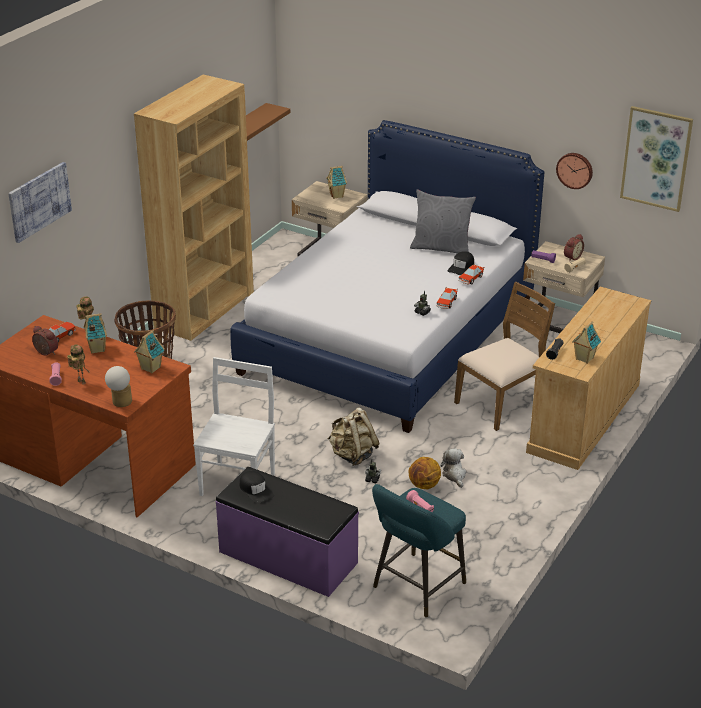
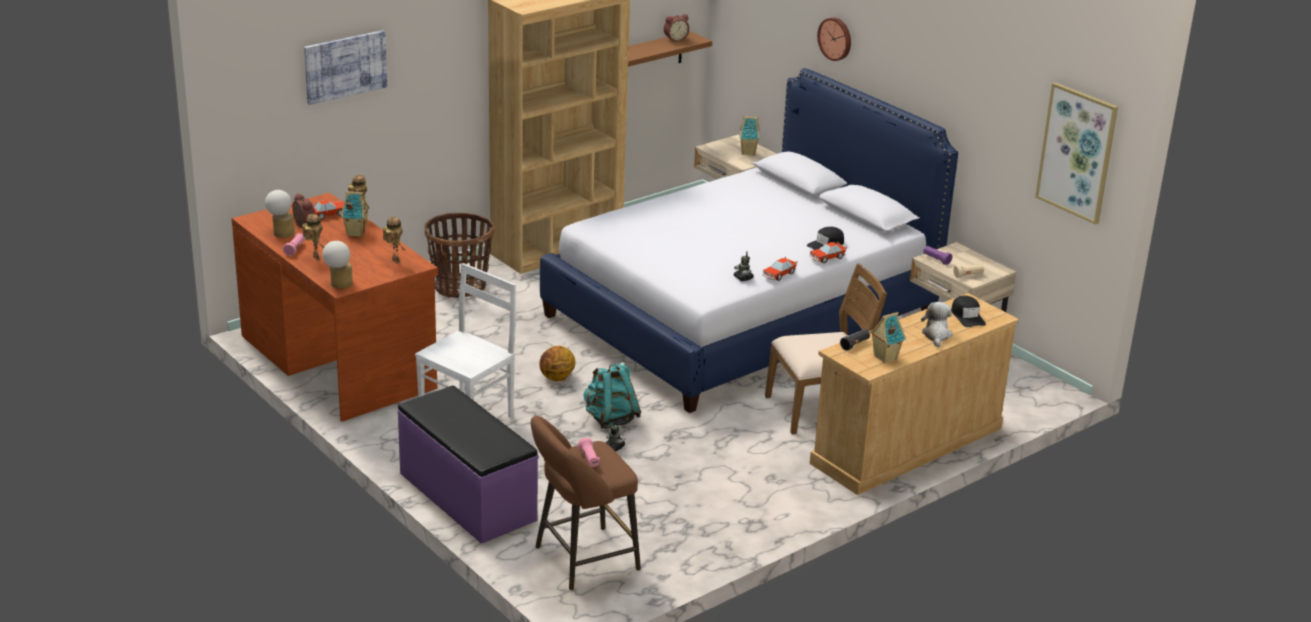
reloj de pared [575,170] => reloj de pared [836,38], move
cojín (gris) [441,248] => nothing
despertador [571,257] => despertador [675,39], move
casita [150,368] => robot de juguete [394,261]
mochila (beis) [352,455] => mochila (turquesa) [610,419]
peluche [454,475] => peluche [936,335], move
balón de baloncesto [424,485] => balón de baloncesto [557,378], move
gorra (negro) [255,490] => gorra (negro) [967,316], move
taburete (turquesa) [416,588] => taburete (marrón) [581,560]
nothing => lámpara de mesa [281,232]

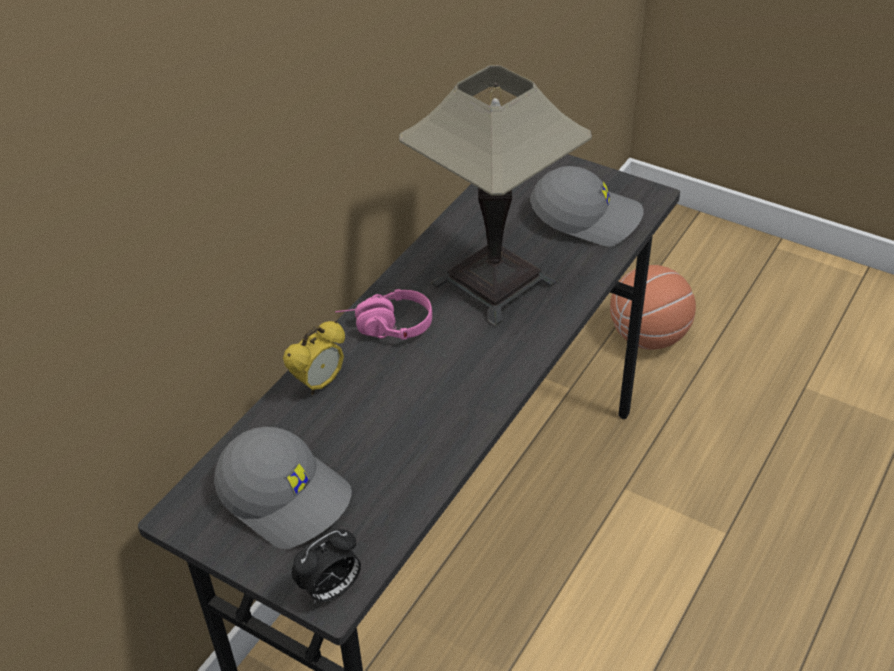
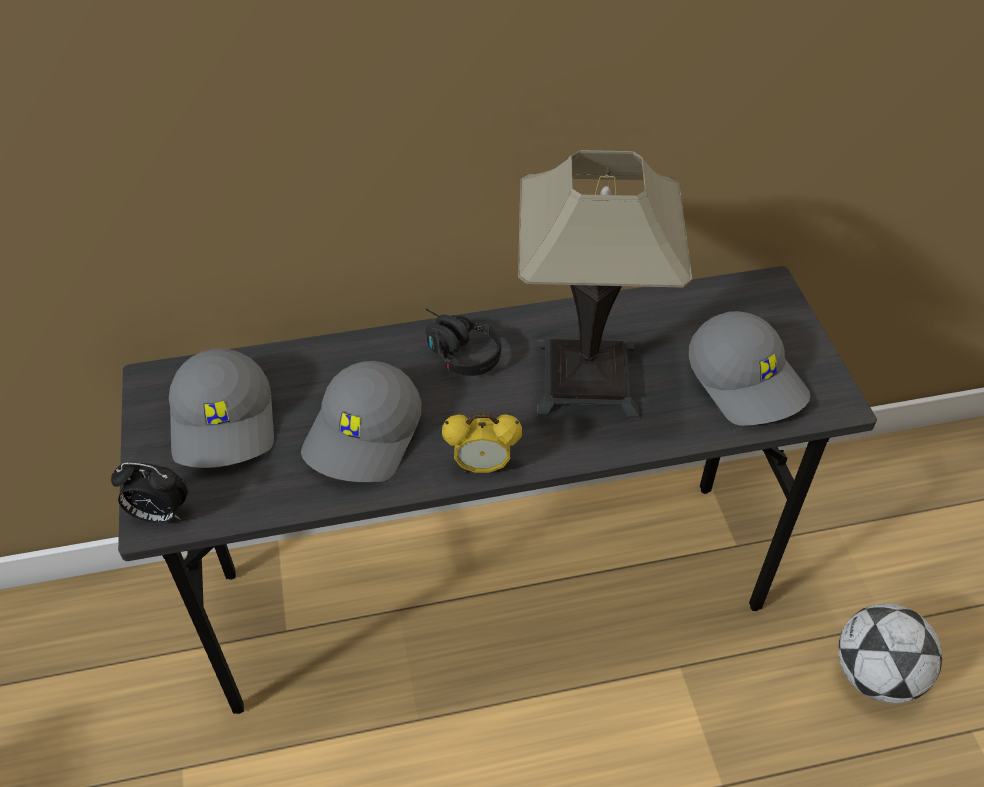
balón de baloncesto [649,336] => nothing
auriculares (rosa) [385,327] => auriculares (negro) [455,351]
despertador [319,384] => despertador [482,466], move
nothing => gorra (gris) [365,435]
nothing => balón de fútbol [876,674]

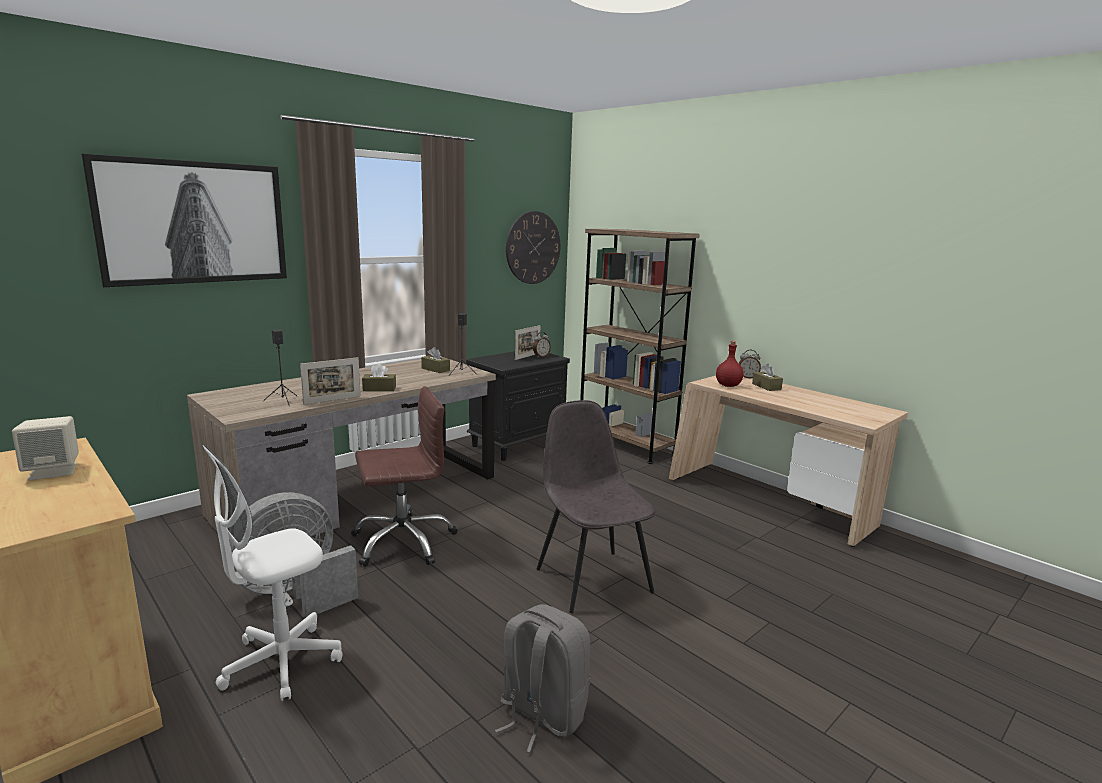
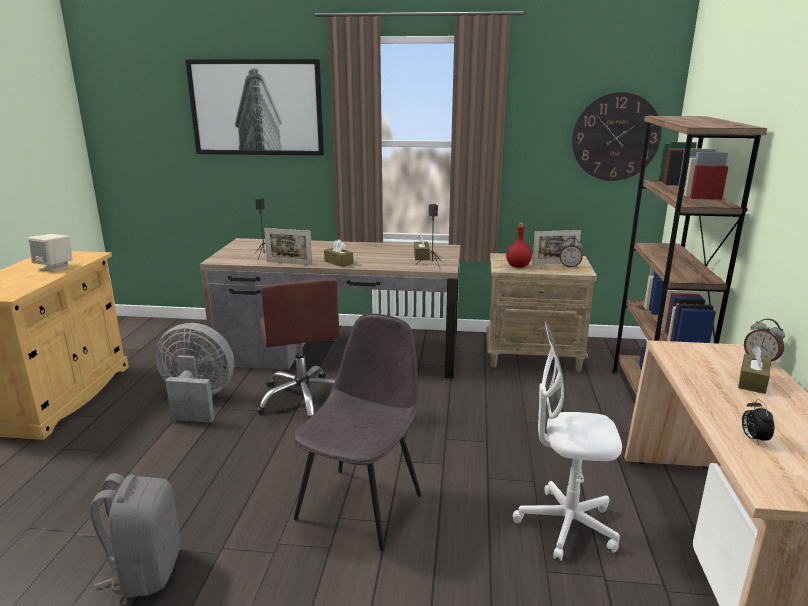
botella (rojo) [727,385] => botella (rojo) [517,266], move
mesita de noche (negro) [518,444] => mesita de noche (beis) [534,356]
silla de oficina (marrón) [403,541] => silla de oficina (marrón) [303,399], 45 degrees clockwise
silla de oficina (blanco) [281,662] => silla de oficina (blanco) [566,525], move
nothing => despertador [753,438]

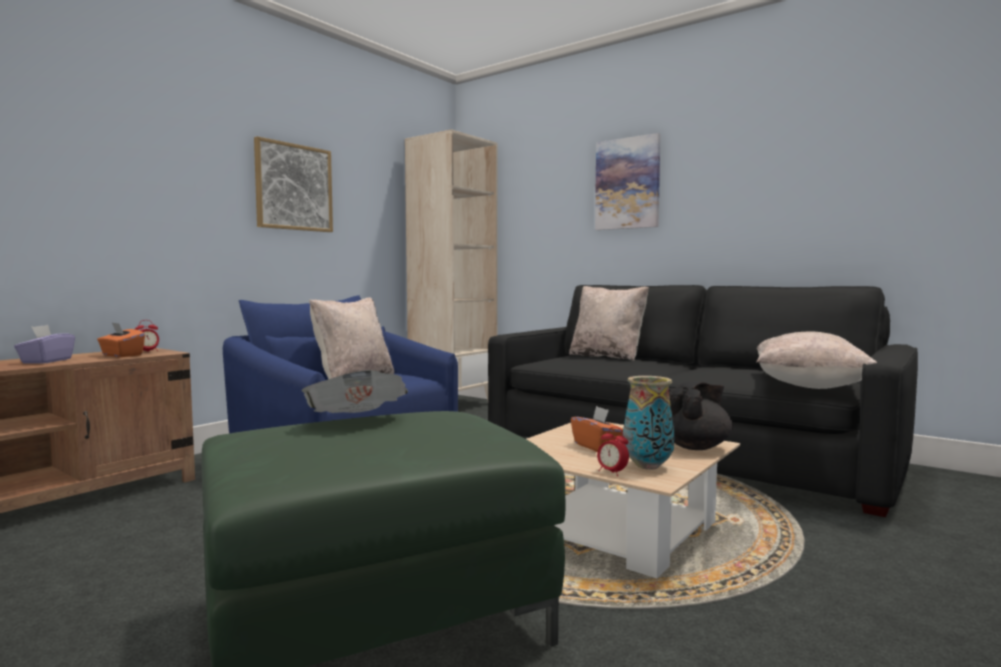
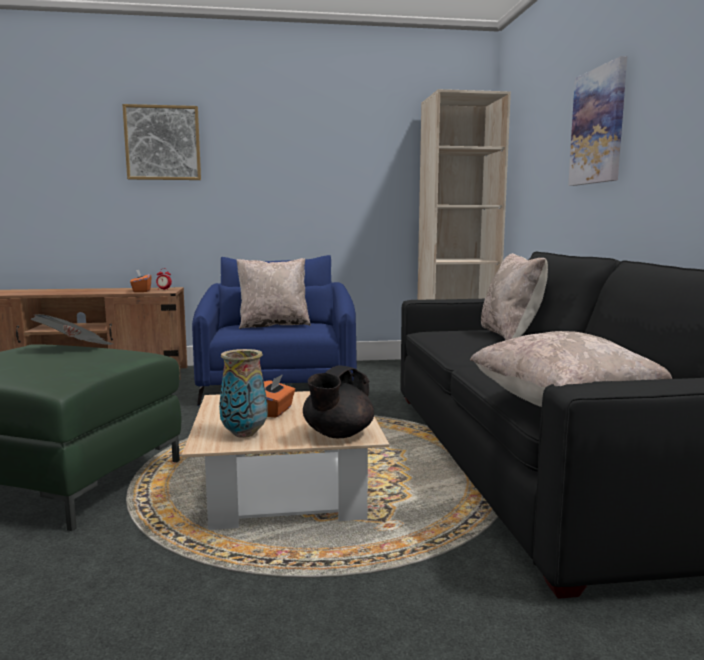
cuadro [293,187] => cuadro [163,143], move
caja de pañuelos (morado) [46,361] => nothing
tetera (negro) [696,447] => tetera (negro) [337,434], 120 degrees clockwise
despertador [612,472] => nothing

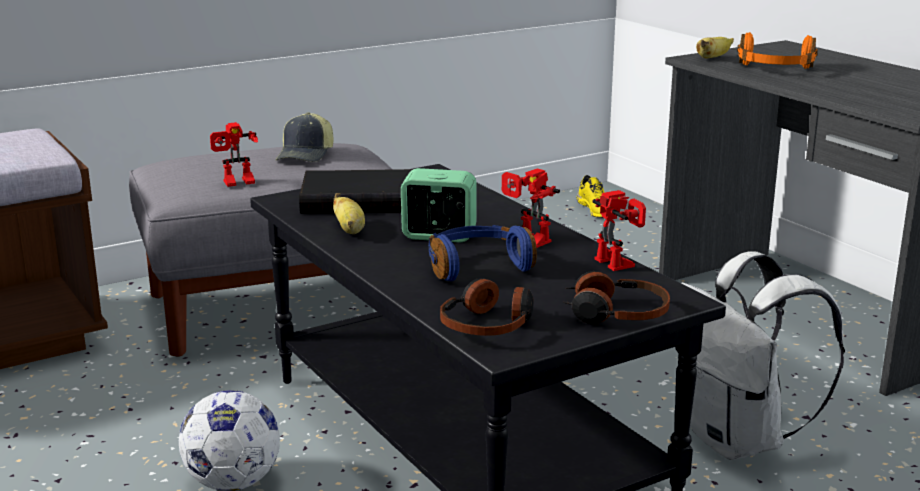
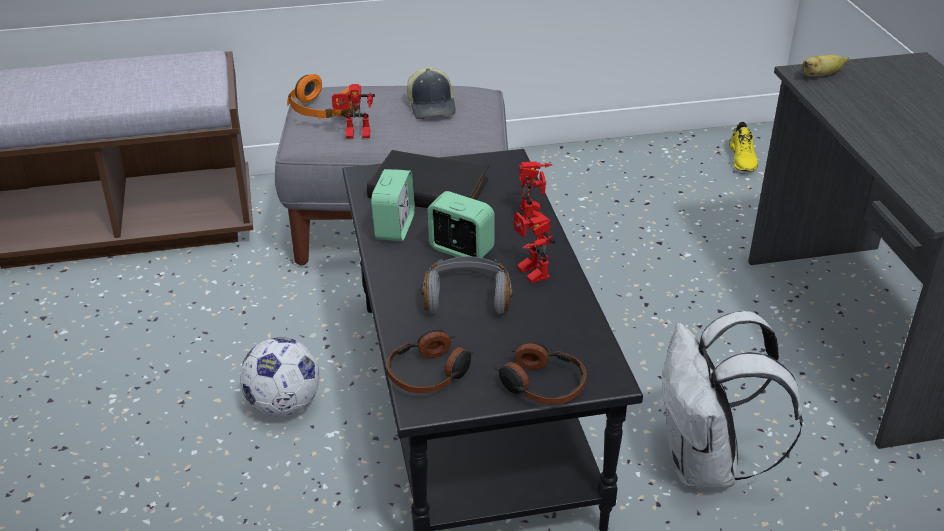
auriculares (naranja) [775,69] => auriculares (naranja) [321,112], move
gorra [307,155] => gorra [432,106], 45 degrees counterclockwise
robot de juguete [620,263] => robot de juguete [536,214], move
plátano [350,230] => despertador [394,227]
auriculares (azul) [477,266] => auriculares (gris) [467,297]

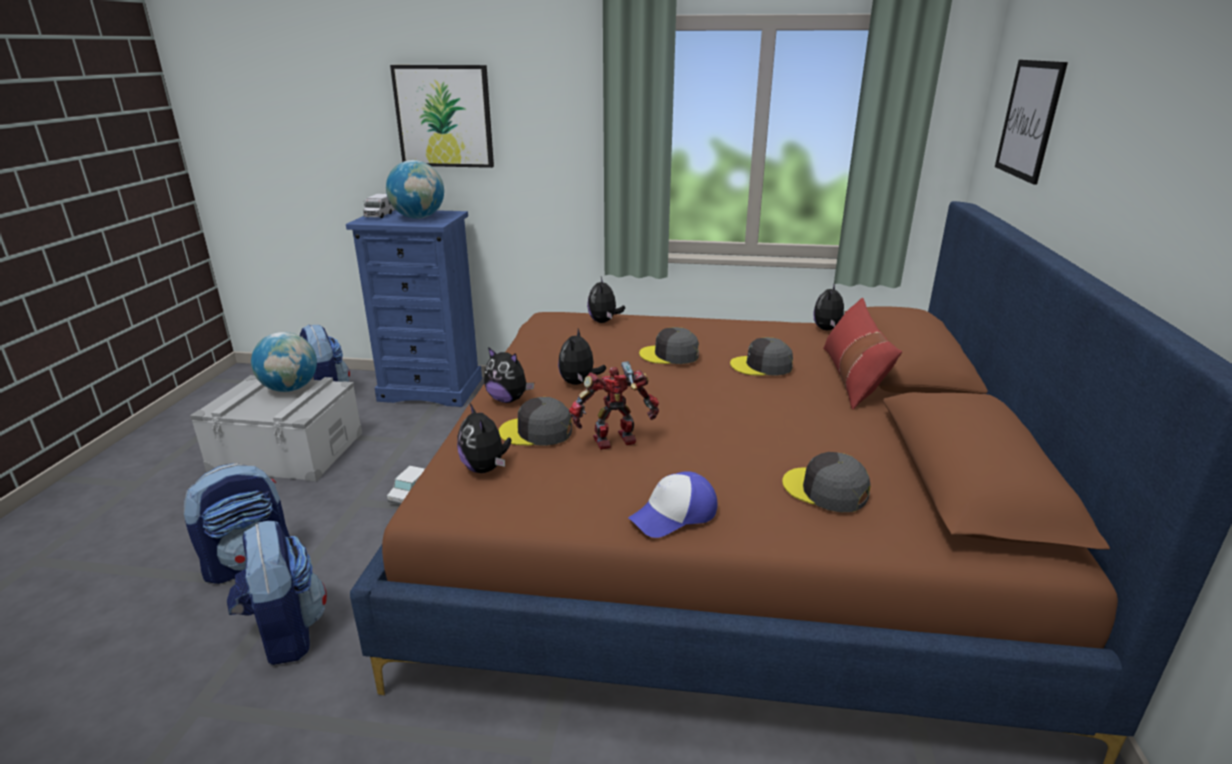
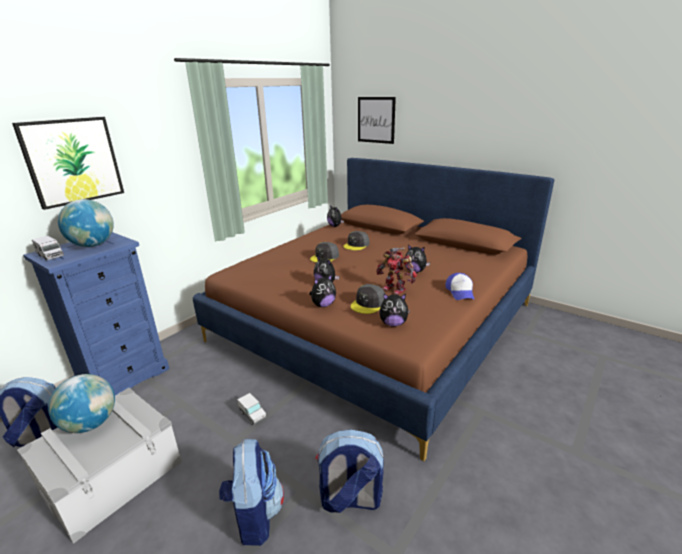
peluche [604,321] => peluche [415,271], move
cojín (rojo) [853,377] => nothing
robot de juguete [615,442] => robot de juguete [395,288], 60 degrees counterclockwise
gorra (gris) [825,490] => nothing

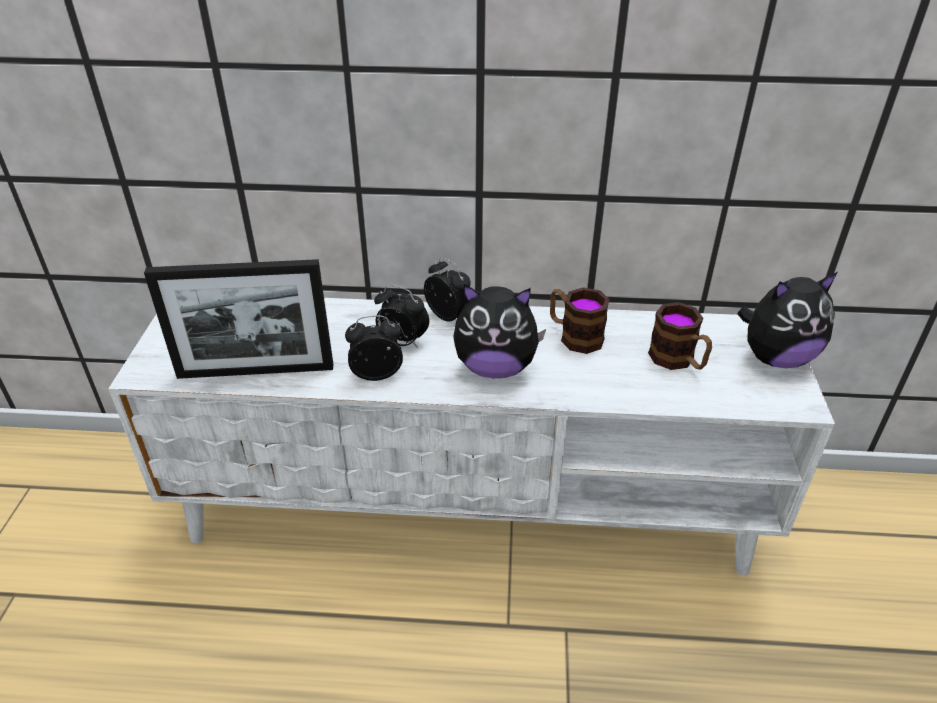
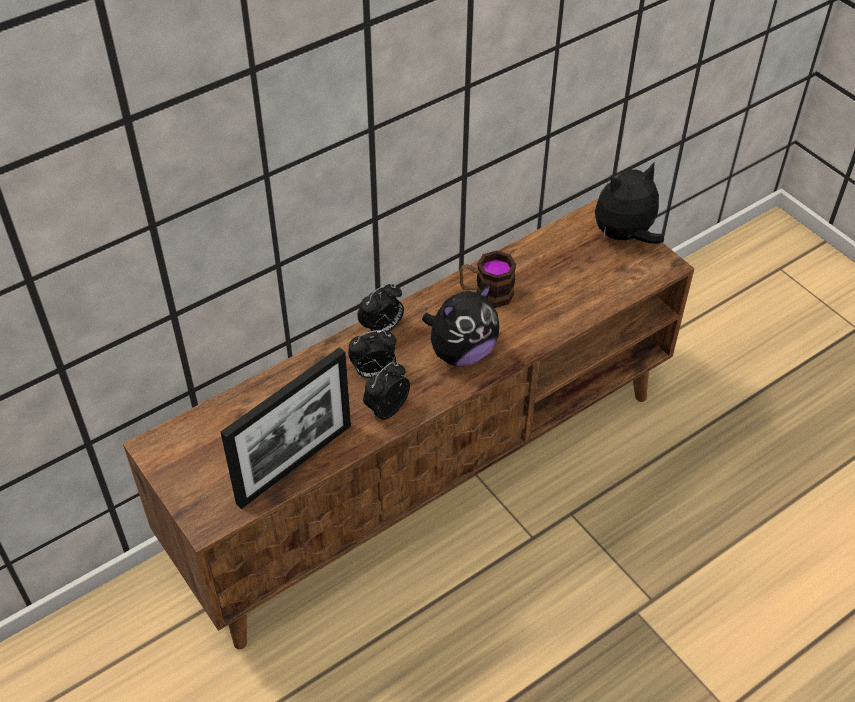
despertador [449,316] => despertador [382,329], 135 degrees clockwise
peluche [776,358] => peluche [624,236], 150 degrees counterclockwise
mueble de televisión (blanco) [470,507] => mueble de televisión (marrón) [427,473]
taza grande [678,361] => nothing

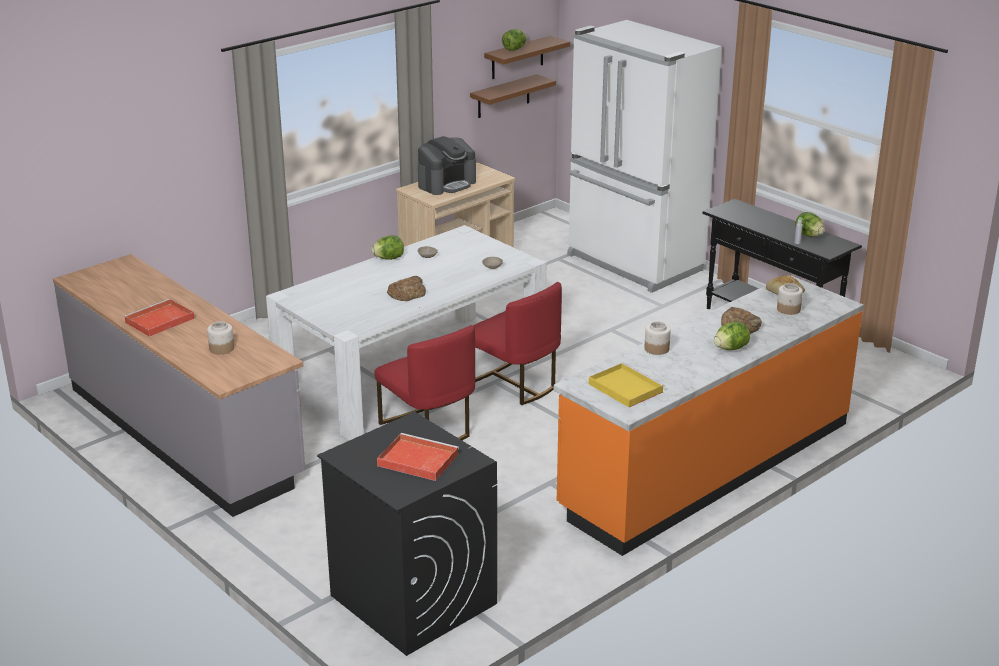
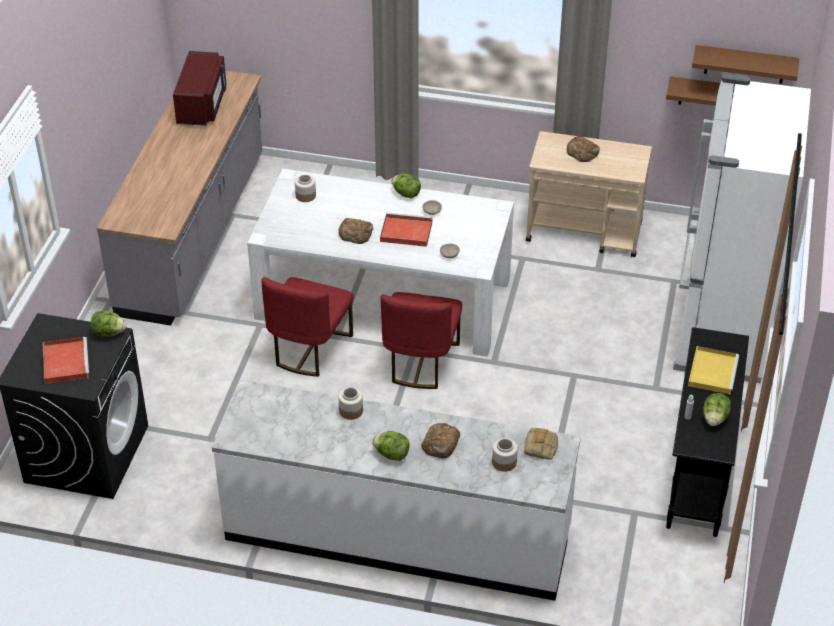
lechuga [514,49] => lechuga [108,333], move
cafetera [446,184] => pan [582,152]
mueble bajo de cocina (naranja) [706,466] => mueble bajo de cocina (blanco) [398,535]
bandeja (rojo) [159,321] => bandeja (rojo) [405,232], move
tarro [221,348] => tarro [305,196], move
bandeja (amarillo) [624,387] => bandeja (amarillo) [712,371], move
nothing => microondas (rojo) [202,105]

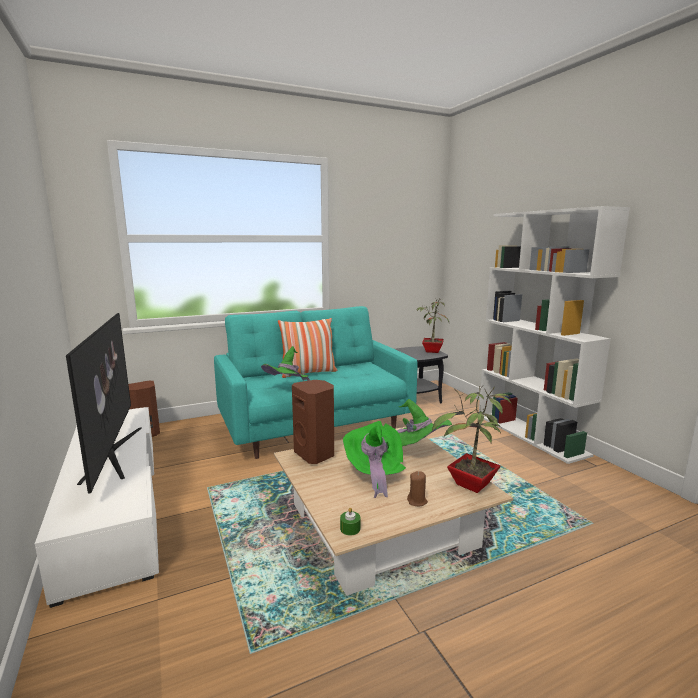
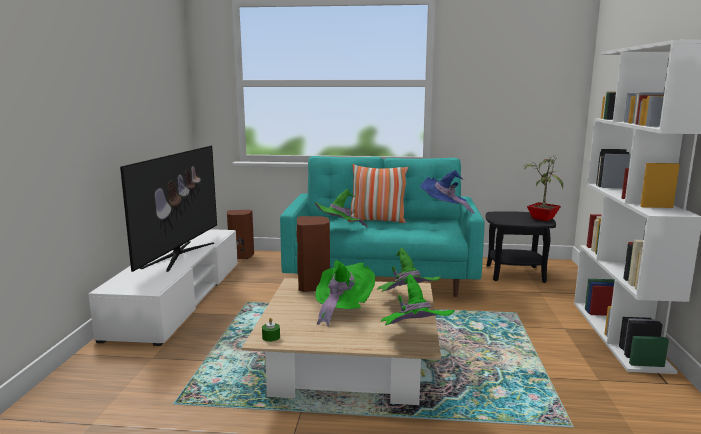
planta en maceta [471,485] => sombrero (verde) [414,338]
vela (marrón) [417,501] => nothing
nothing => sombrero (azul) [444,210]

